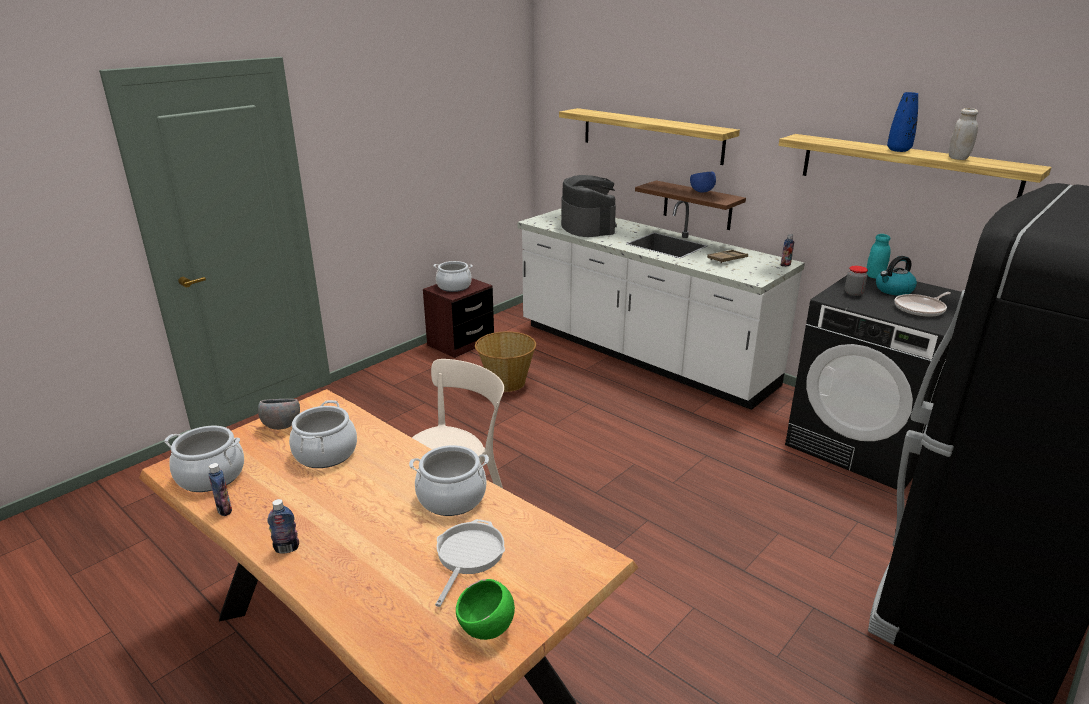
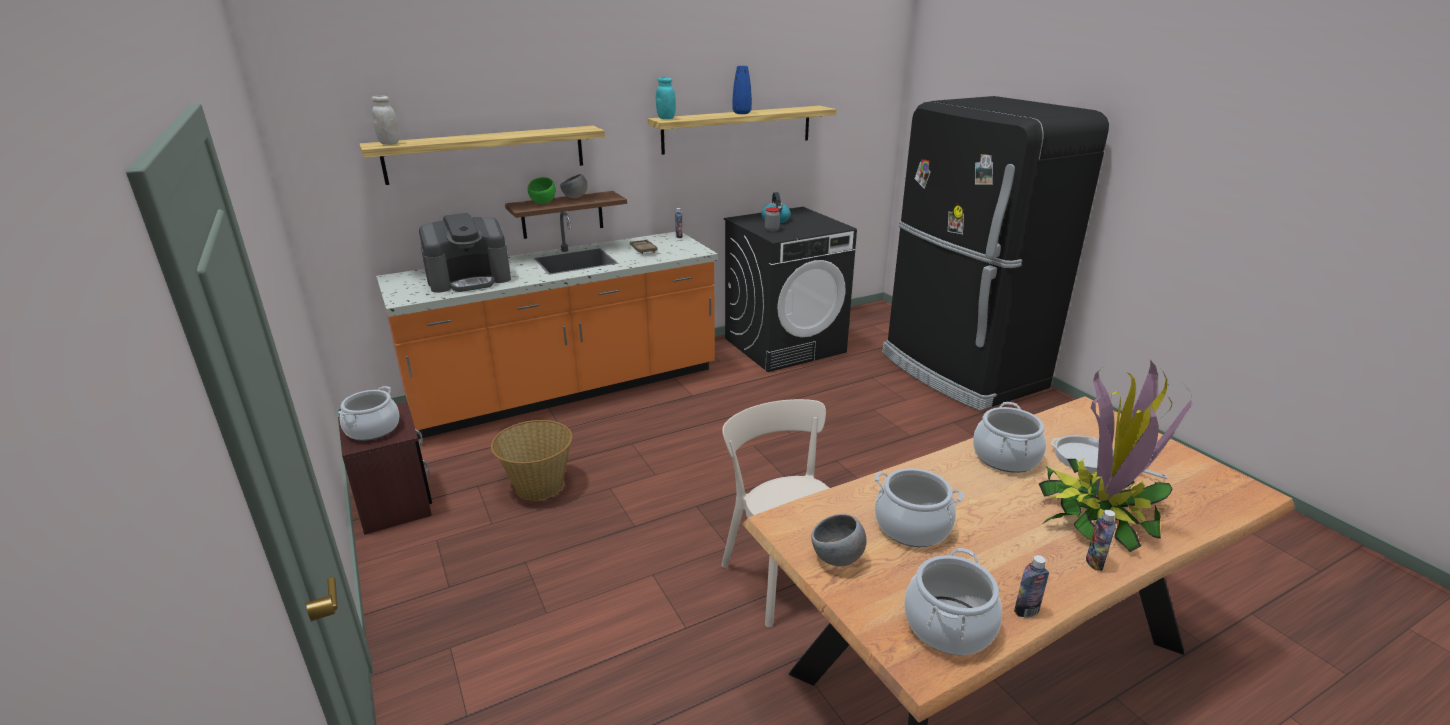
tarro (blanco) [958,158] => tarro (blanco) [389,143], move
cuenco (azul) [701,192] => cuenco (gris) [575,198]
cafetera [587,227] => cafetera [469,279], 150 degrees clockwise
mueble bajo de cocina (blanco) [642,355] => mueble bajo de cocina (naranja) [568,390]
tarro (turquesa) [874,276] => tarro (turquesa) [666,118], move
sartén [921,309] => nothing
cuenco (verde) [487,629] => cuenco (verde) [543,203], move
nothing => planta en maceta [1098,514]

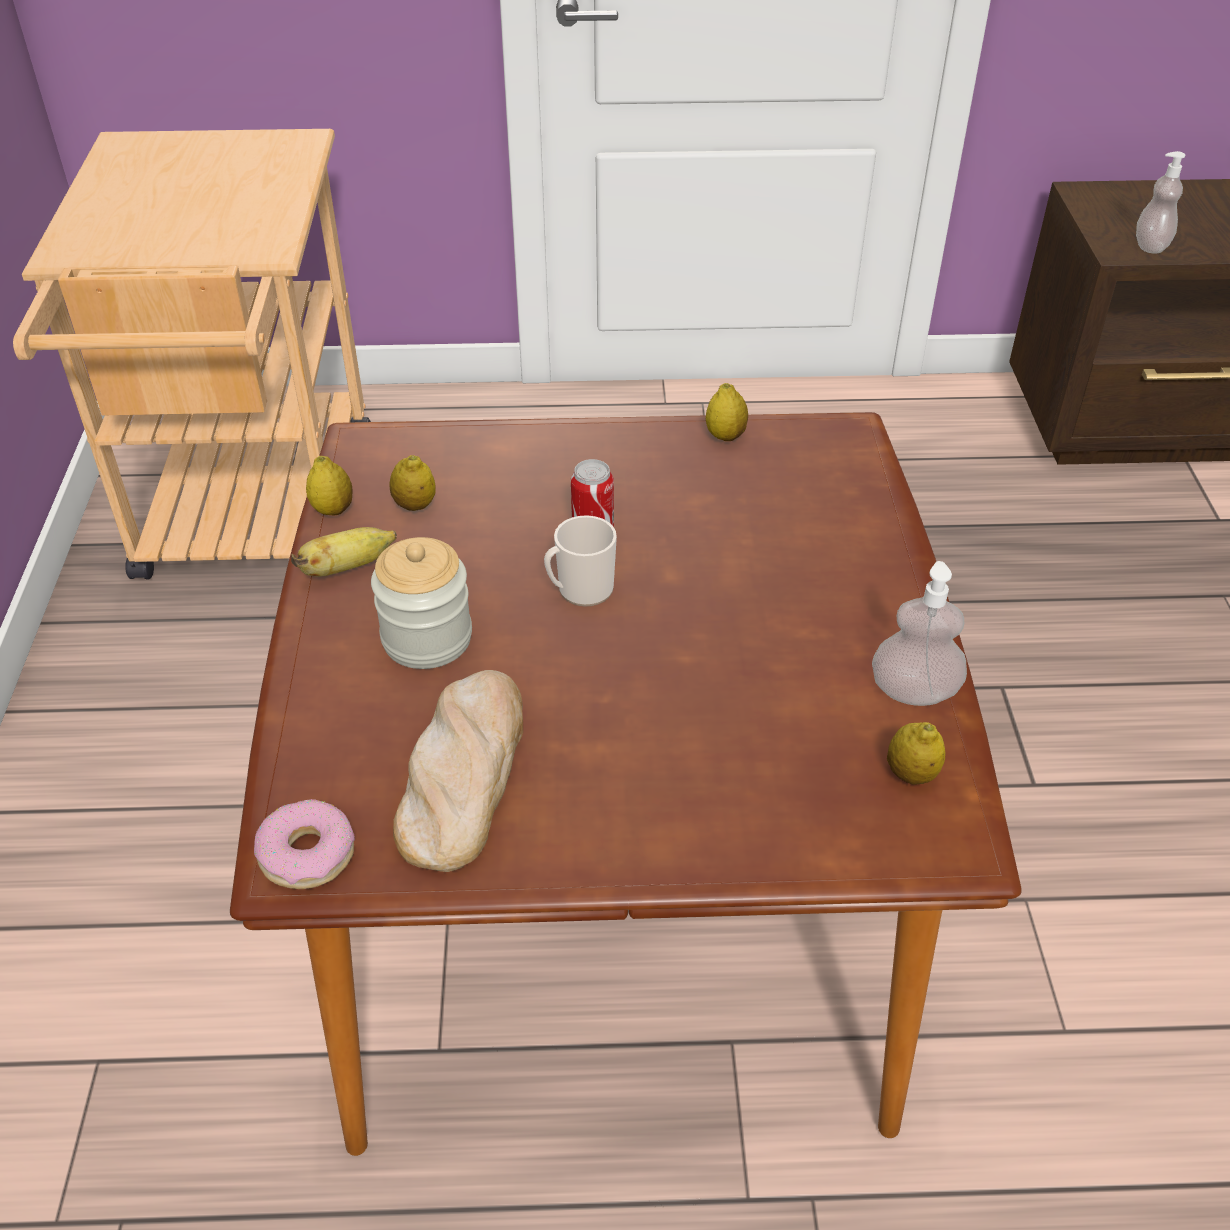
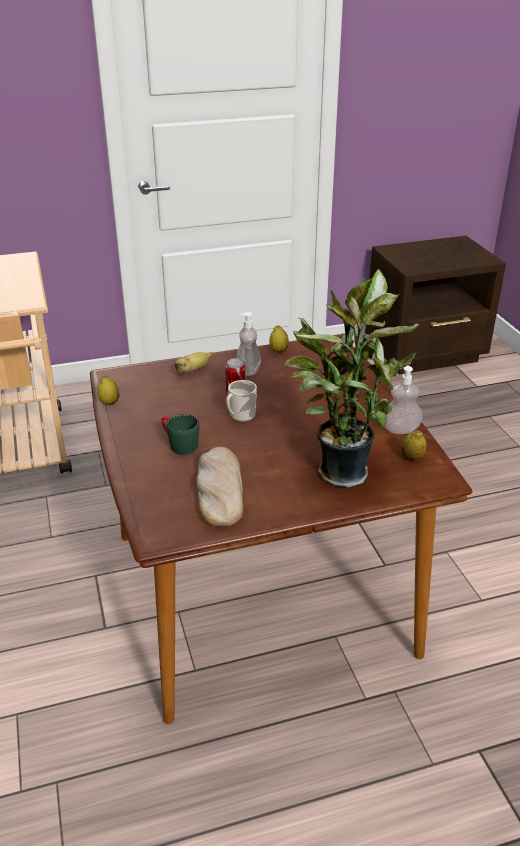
dispensador de jabón [1150,246] => dispensador de jabón [248,370], move
limón [415,505] => nothing
plátano [347,567] => plátano [192,370], move
tarro [427,638] => taza grande (verde) [178,444]
rosquilla [307,854] => nothing
nothing => planta en maceta [339,470]

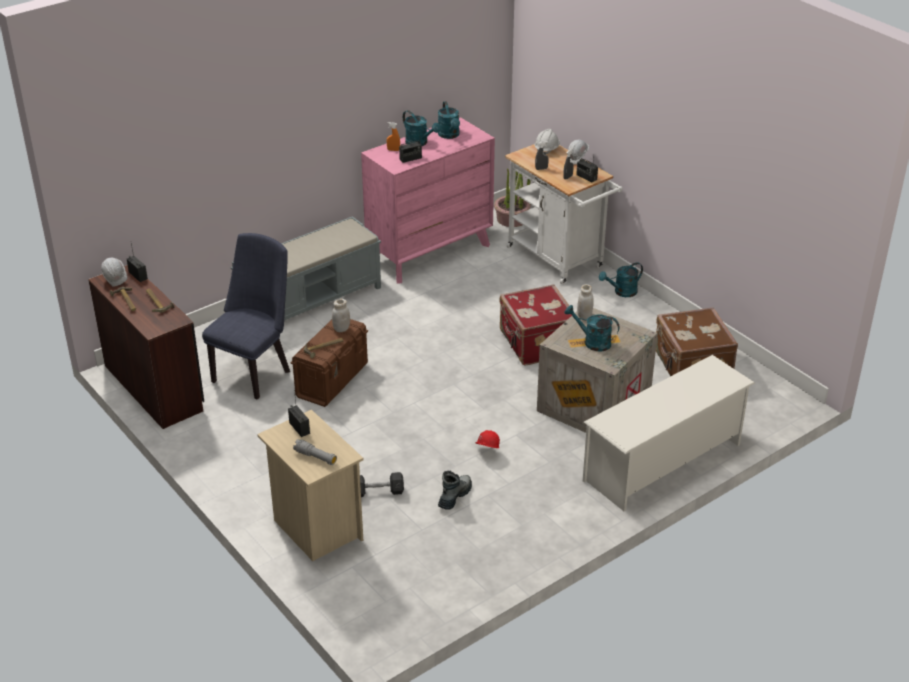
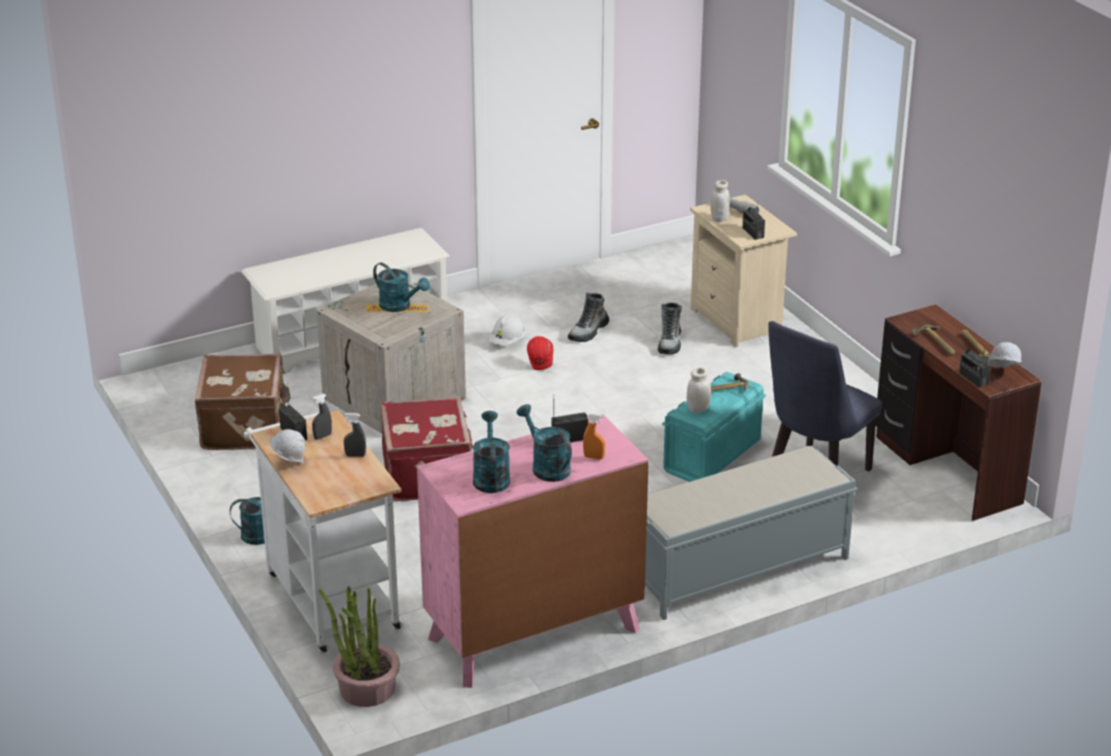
casco (blanco) [546,149] => casco (blanco) [507,342], move
tarro (blanco) [584,316] => tarro (blanco) [719,219], move
caja de almacenaje (marrón) [332,380] => caja de almacenaje (turquesa) [711,456]
mancuerna (gris) [377,492] => bota [670,343]

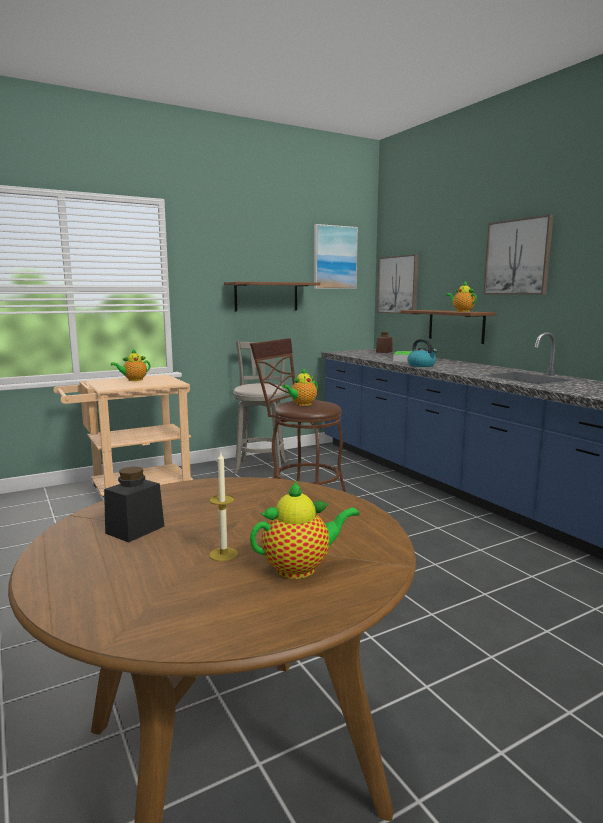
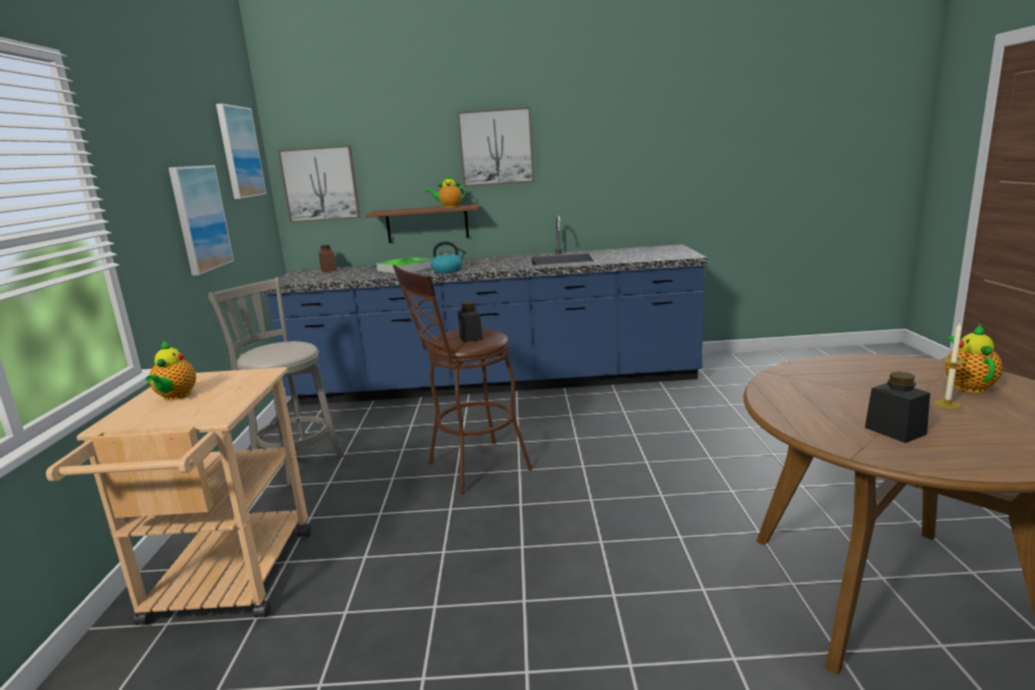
estante (marrón) [266,296] => cuadro [200,218]
tetera [302,404] => tarro (negro) [471,337]

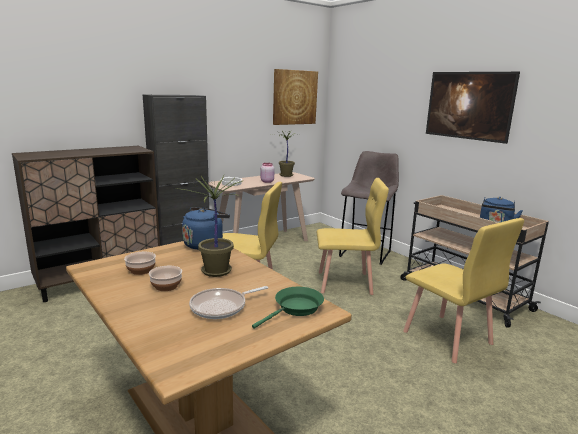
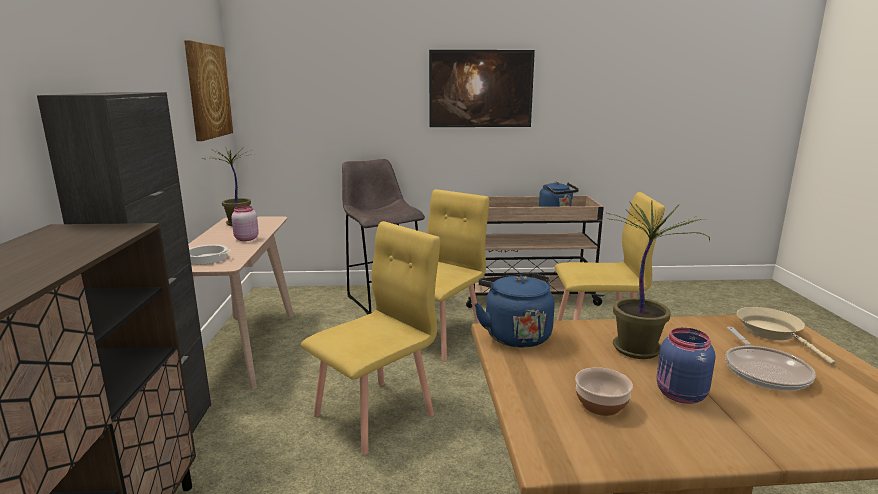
cuenco [166,286] => tarro (azul) [680,395]
sartén (verde) [296,309] => sartén (beis) [772,333]

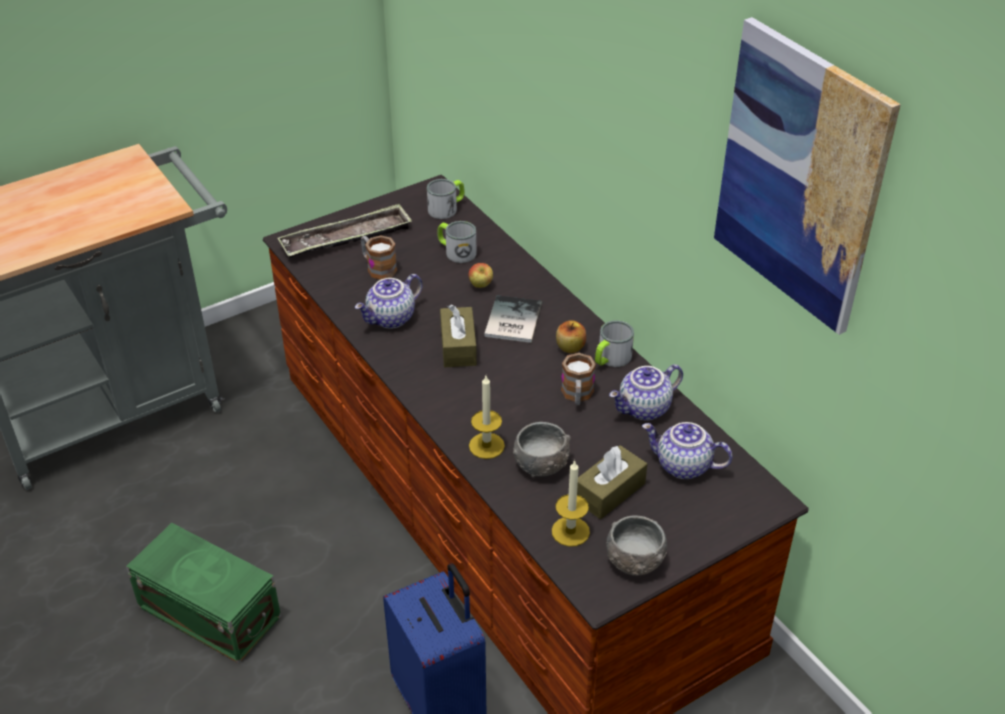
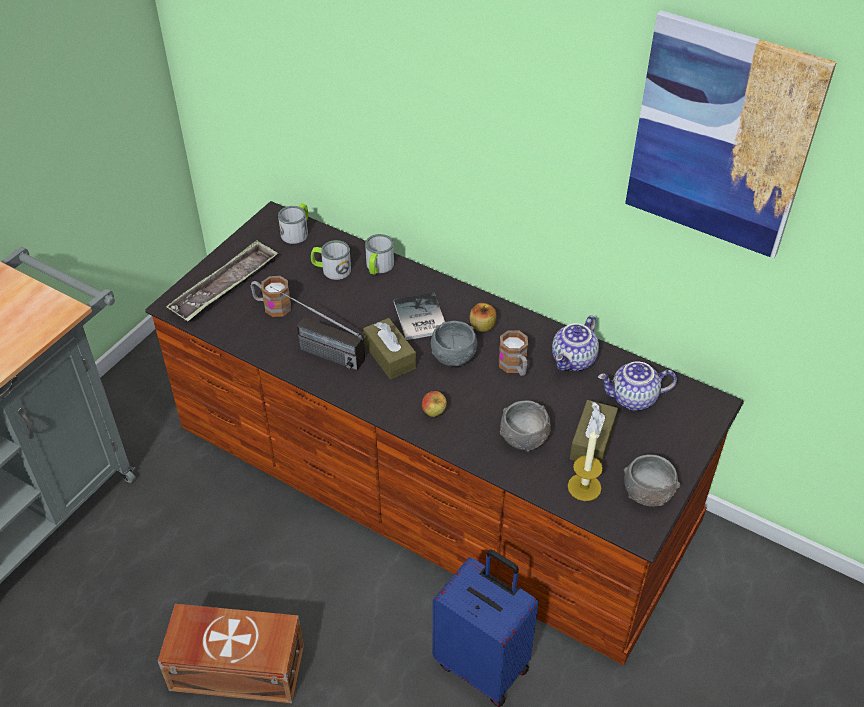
manzana [481,286] => manzana [434,413], move
tetera [391,319] => radio [315,350]
taza grande [611,359] => taza grande [378,267], move
vela [486,445] => nothing
caja de almacenaje (verde) [209,609] => caja de almacenaje (marrón) [236,666]
nothing => cuenco (gris) [453,355]

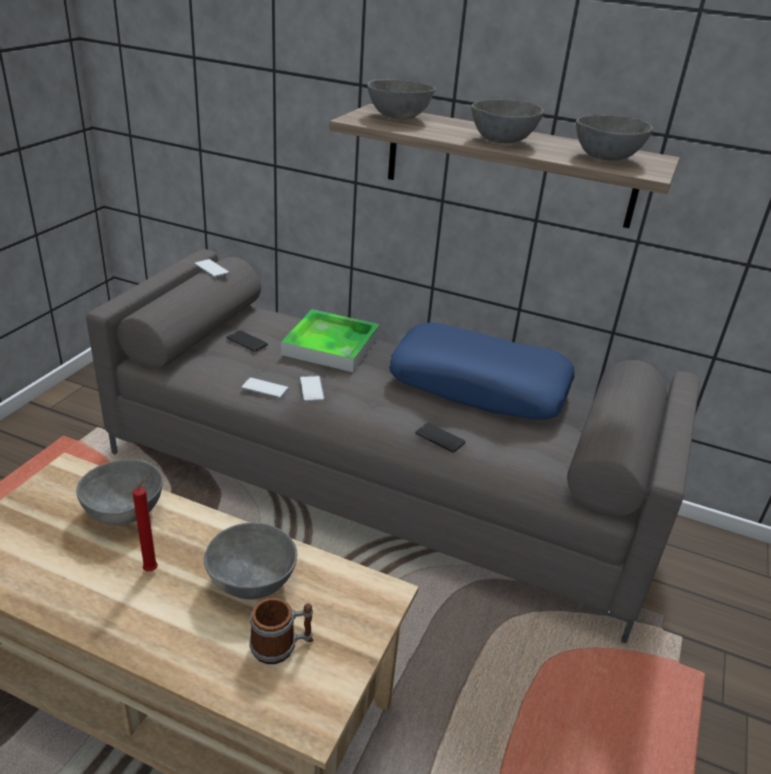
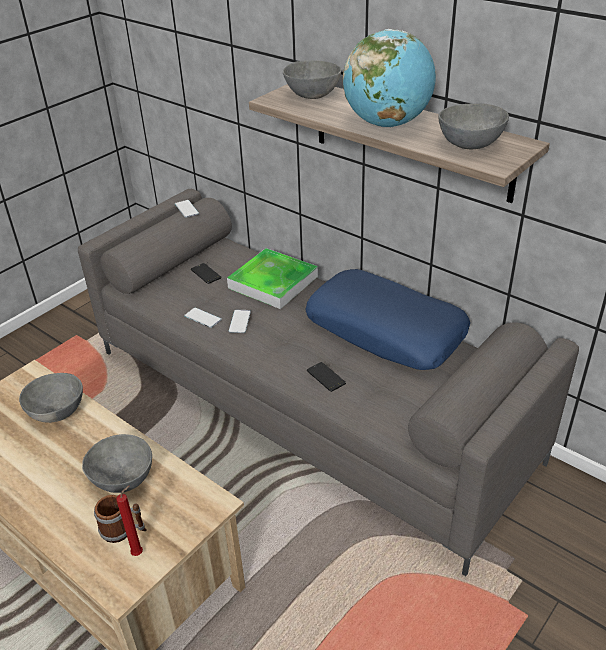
cuenco (gris) [504,141] => globo terráqueo [387,124]
vela (rojo) [153,569] => vela (rojo) [139,552], move

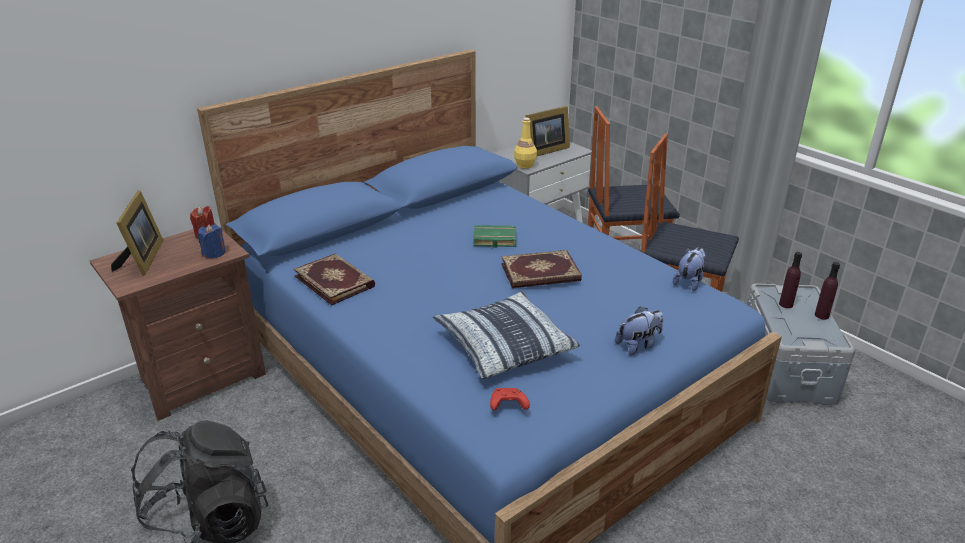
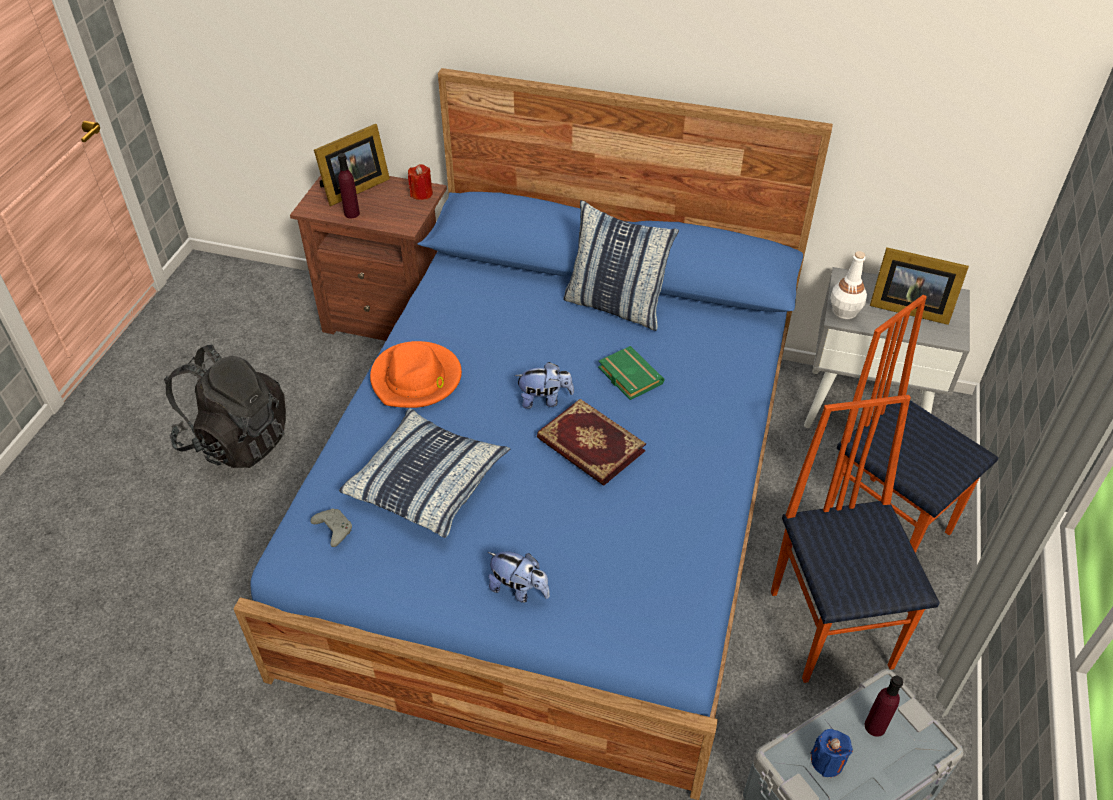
botella (amarillo) [524,165] => botella (blanco) [844,311]
vela (azul) [214,253] => vela (azul) [827,761], move
peluche [689,282] => peluche [544,400], move
libro [335,281] => nothing
botella (morado) [821,315] => botella (morado) [352,213], move
mando de consola (rojo) [507,405] => mando de consola (gris) [333,530]
nothing => cojín [615,306]
nothing => sombrero (naranja) [416,379]

